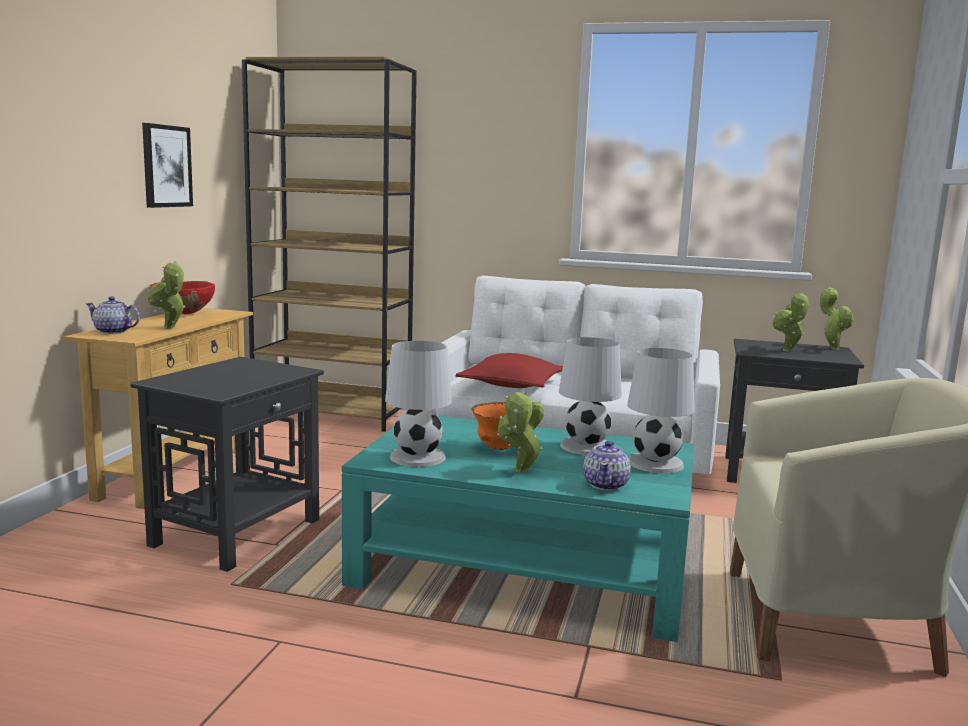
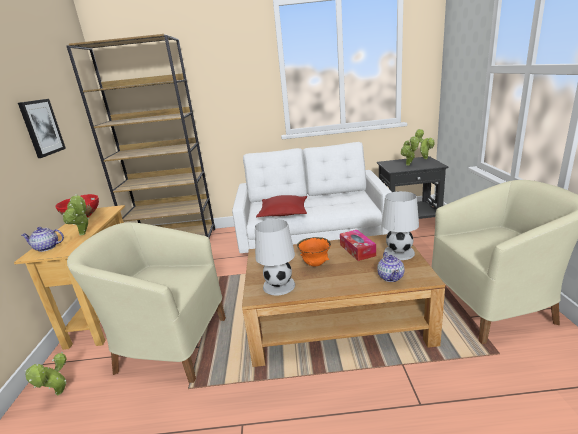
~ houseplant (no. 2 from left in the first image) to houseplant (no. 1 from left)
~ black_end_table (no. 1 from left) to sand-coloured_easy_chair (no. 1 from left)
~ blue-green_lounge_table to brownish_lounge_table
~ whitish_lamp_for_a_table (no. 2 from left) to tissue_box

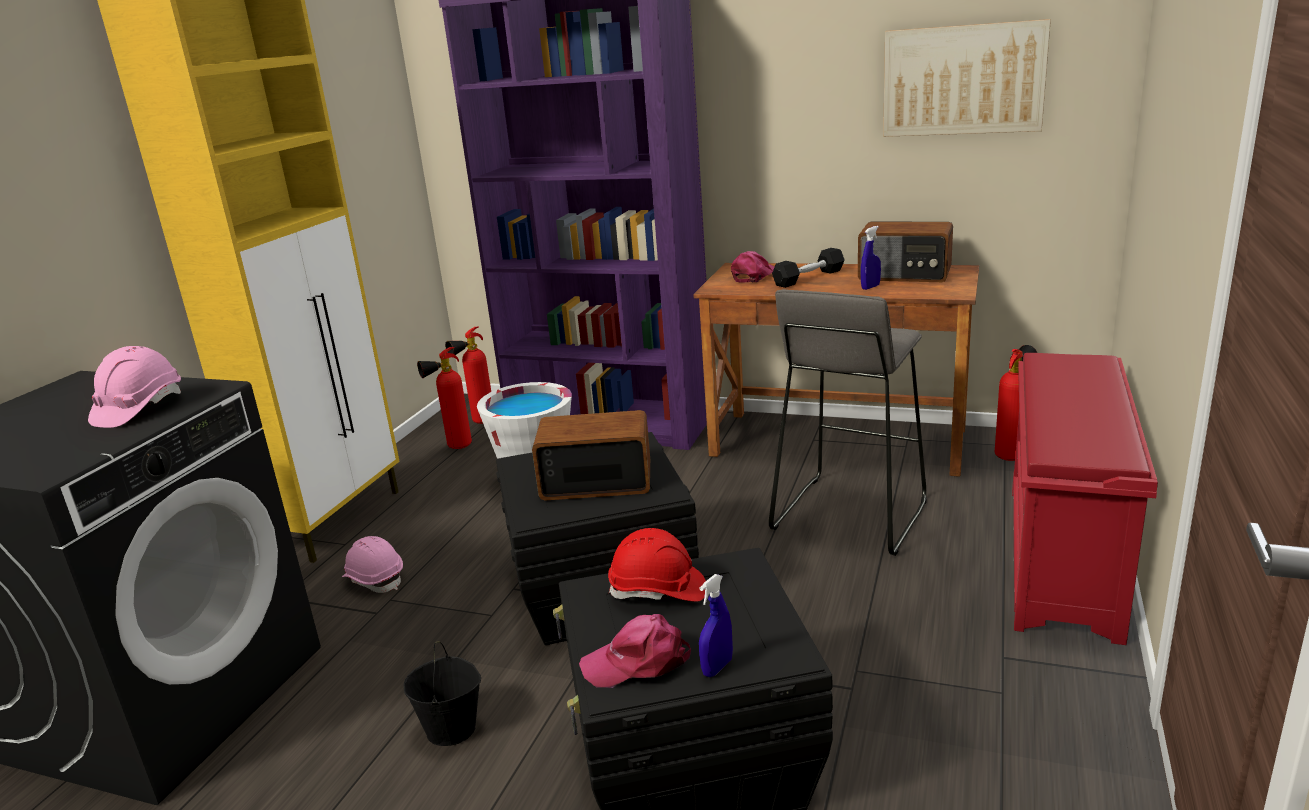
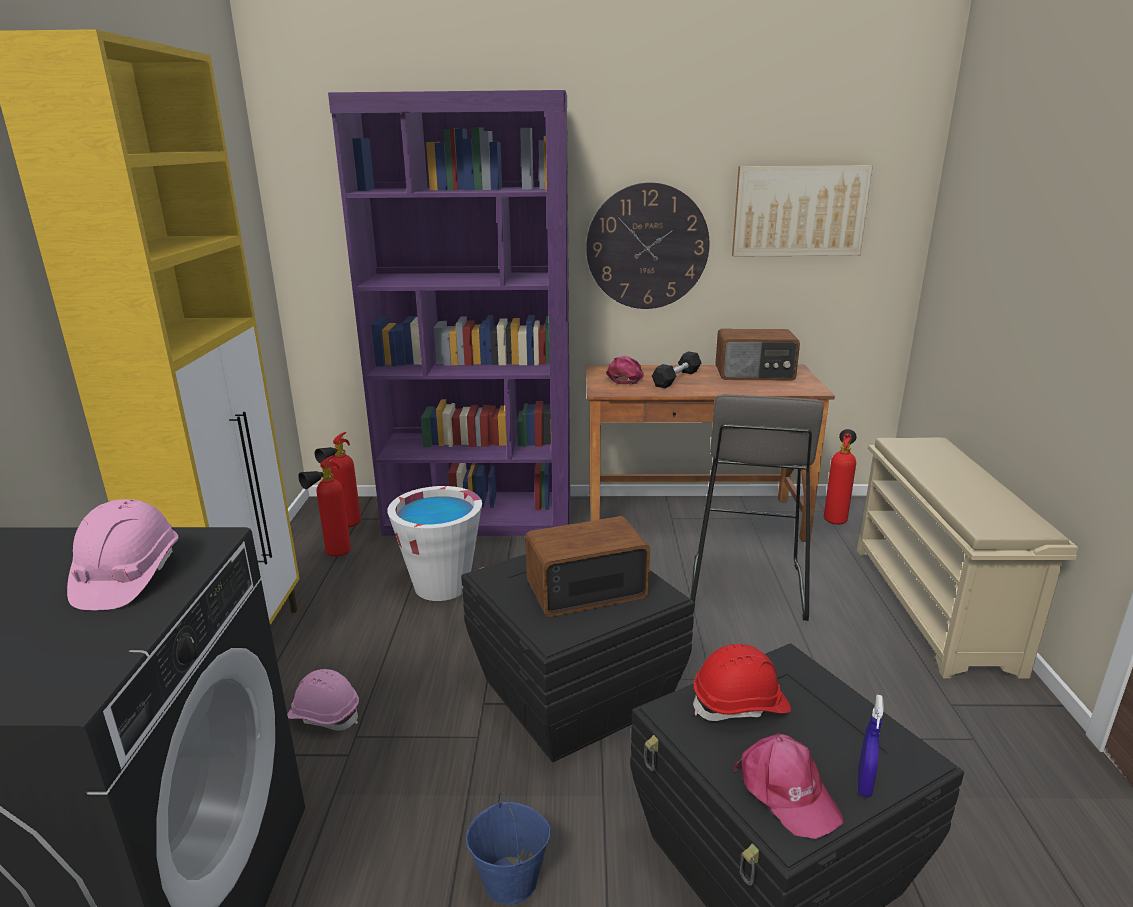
~ black_water_bucket to bluish_water_bucket
+ hanging_clock
~ pink-coloured_baseball_cap (no. 1 from left in the first image) 90 degrees counterclockwise
~ reddish_shoe_shelf to sand-coloured_shoe_shelf
- bluish_spray_bottle (no. 2 from left)

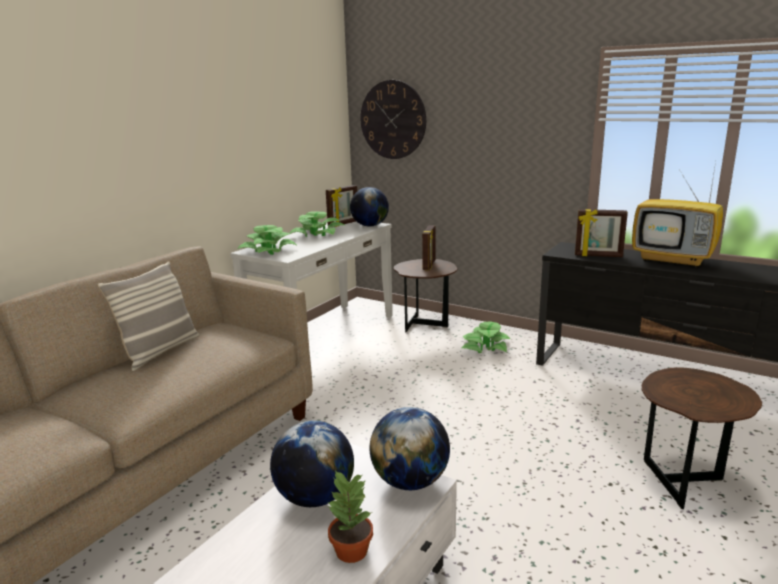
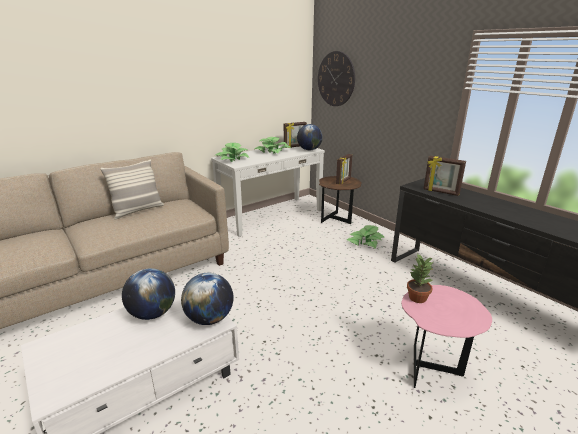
~ brownish_end_table (no. 2 from left) to pink-coloured_end_table
~ houseplant (no. 3 from left in the first image) to houseplant (no. 4 from left)
- TV

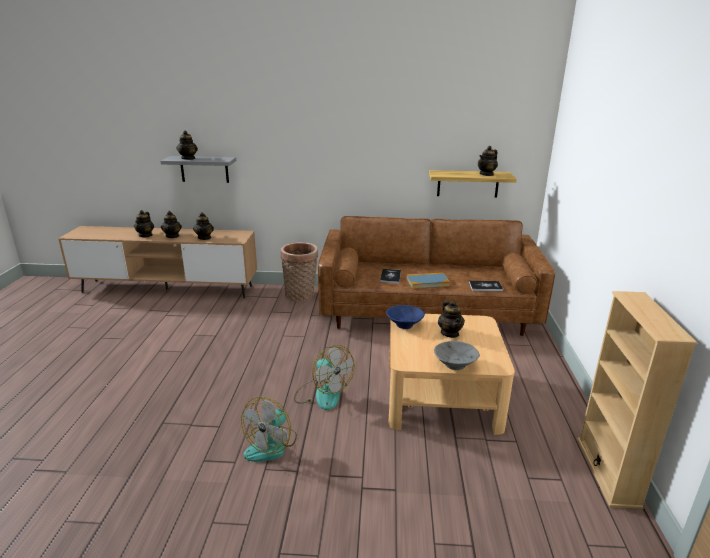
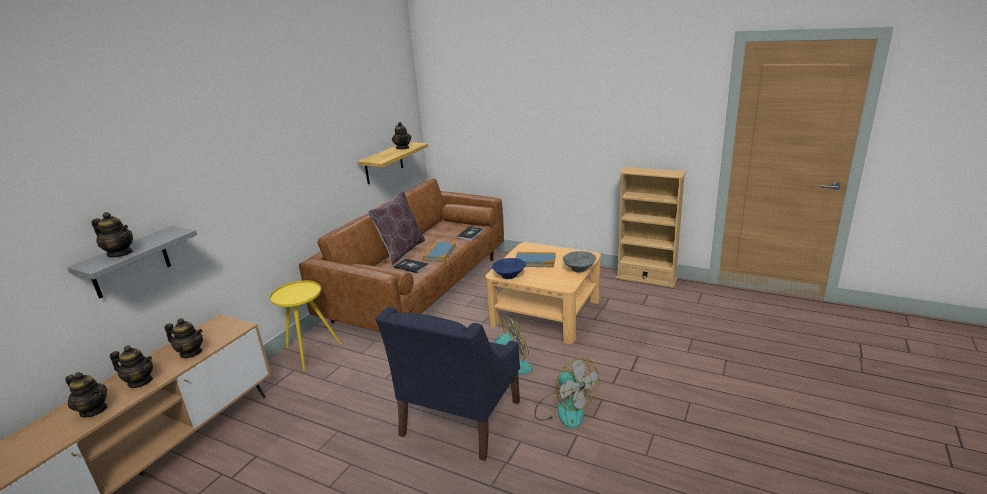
~ storage_basket to yellow-coloured_end_table
+ brownish_cushion
+ bluish_easy_chair
~ teapot (no. 5 from left) to book (no. 4 from left)

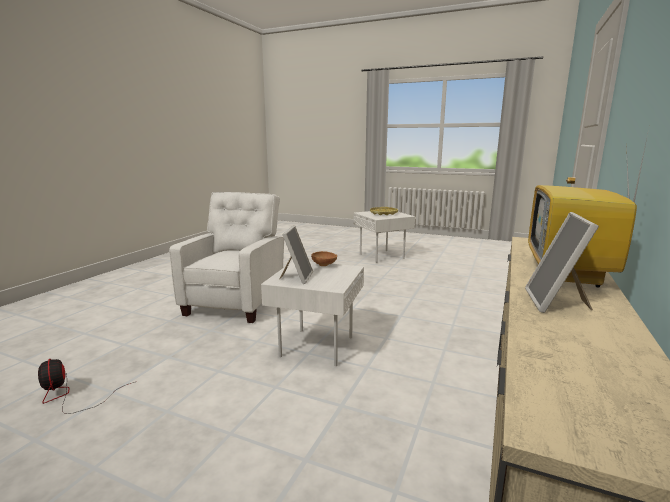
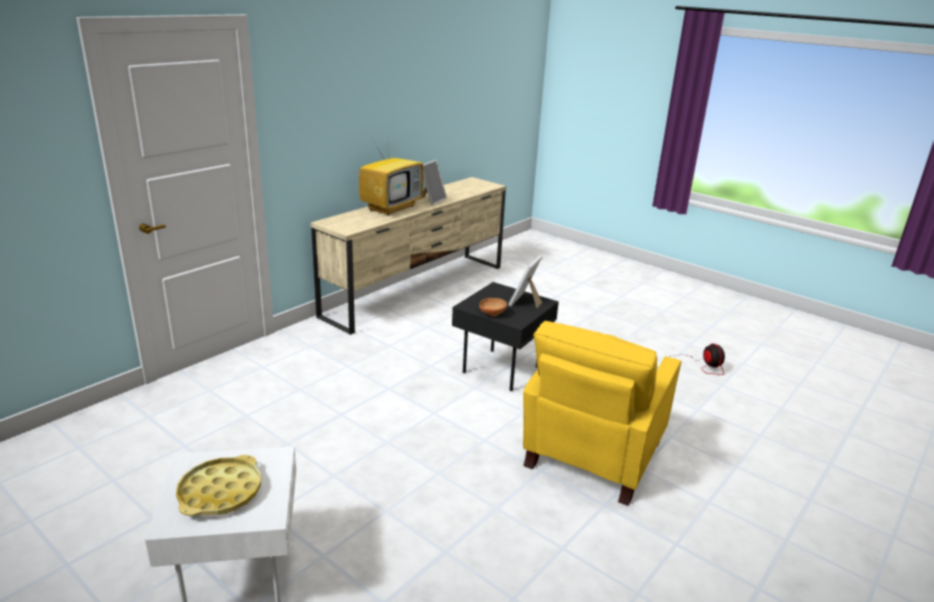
~ whitish_end_table (no. 1 from left) to black_end_table
~ whitish_easy_chair to yellow-coloured_easy_chair

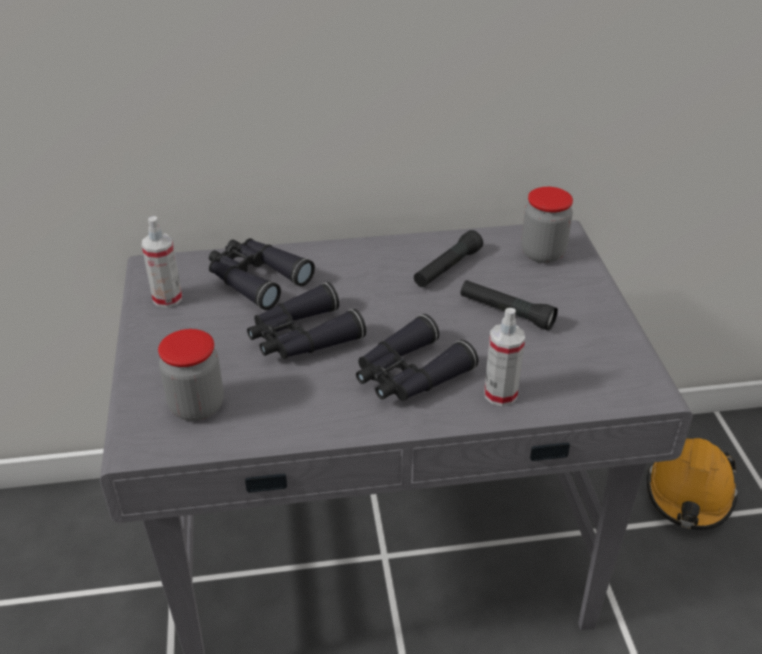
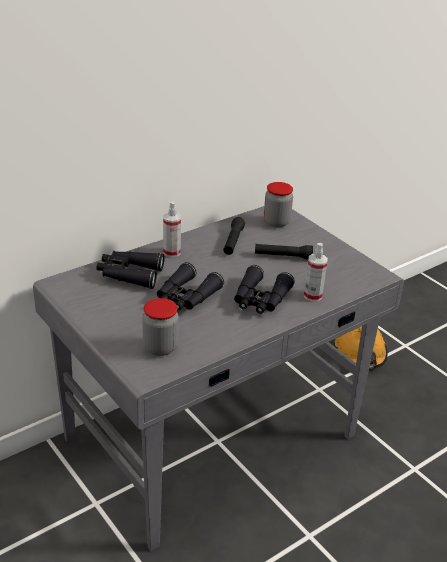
~ spray_bottle (no. 1 from left)

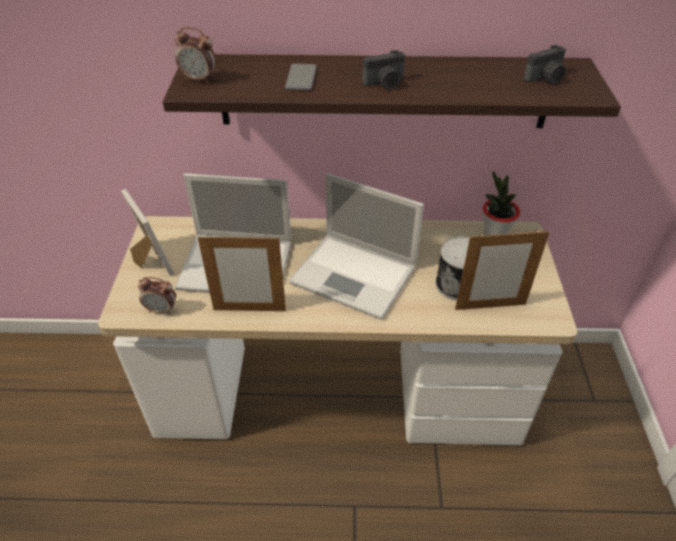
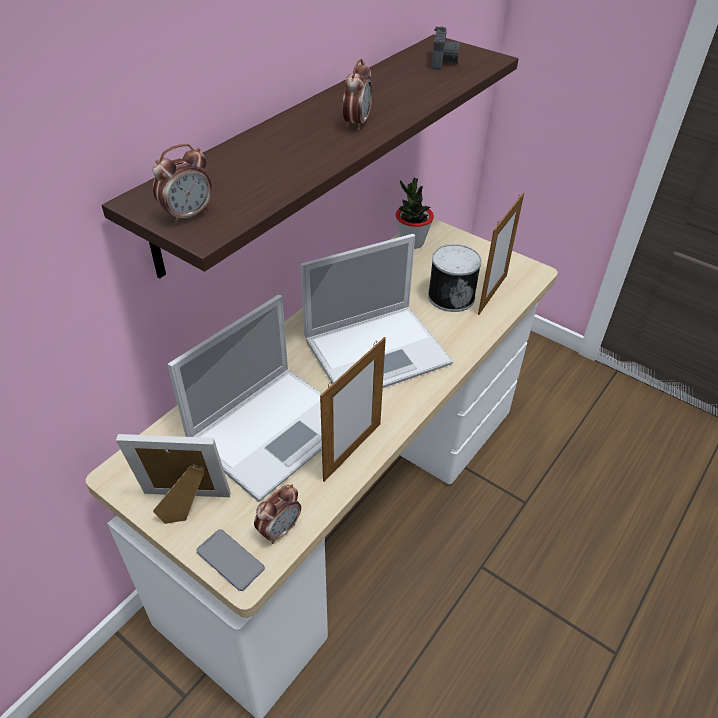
~ telephone
~ photo_camera (no. 1 from left) to table_clock (no. 3 from left)

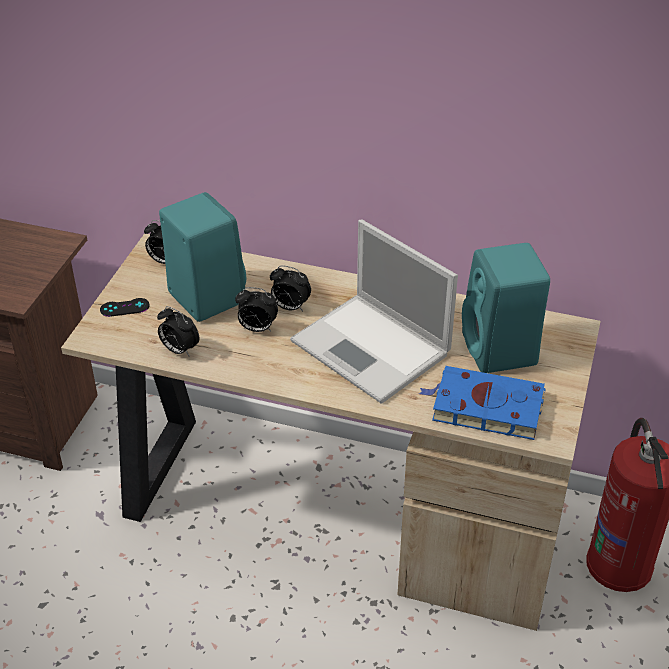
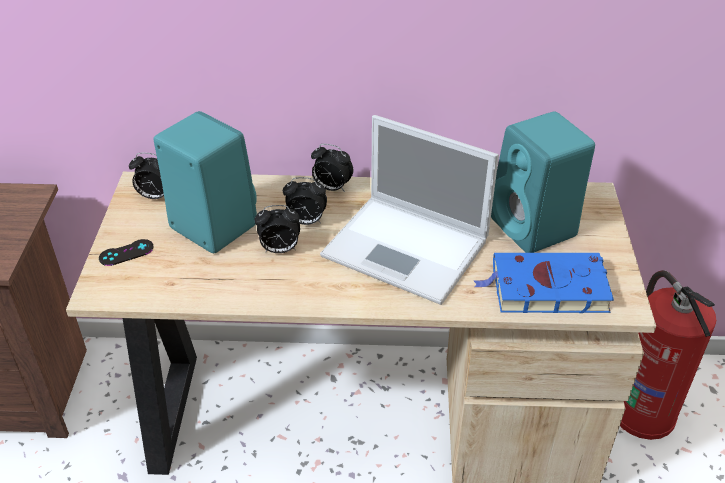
~ table_clock (no. 2 from left in the first image) to table_clock (no. 4 from left)

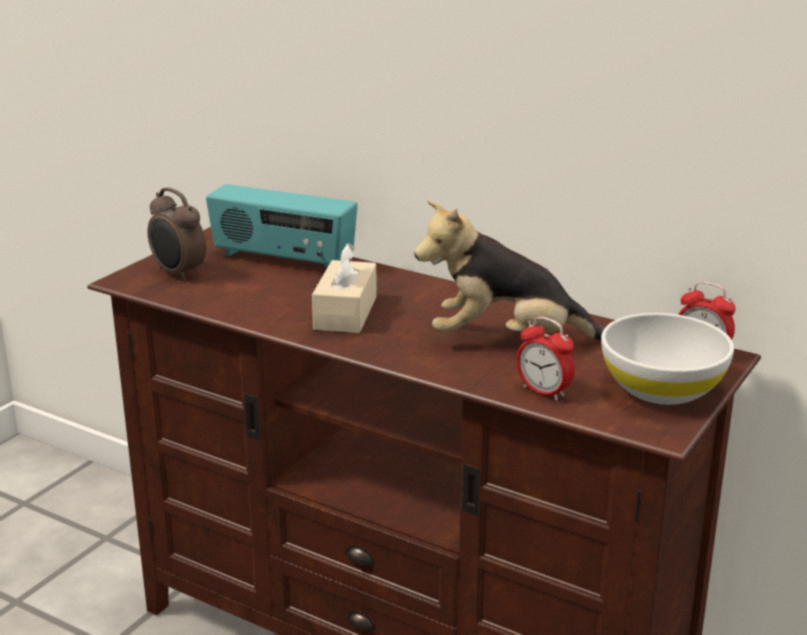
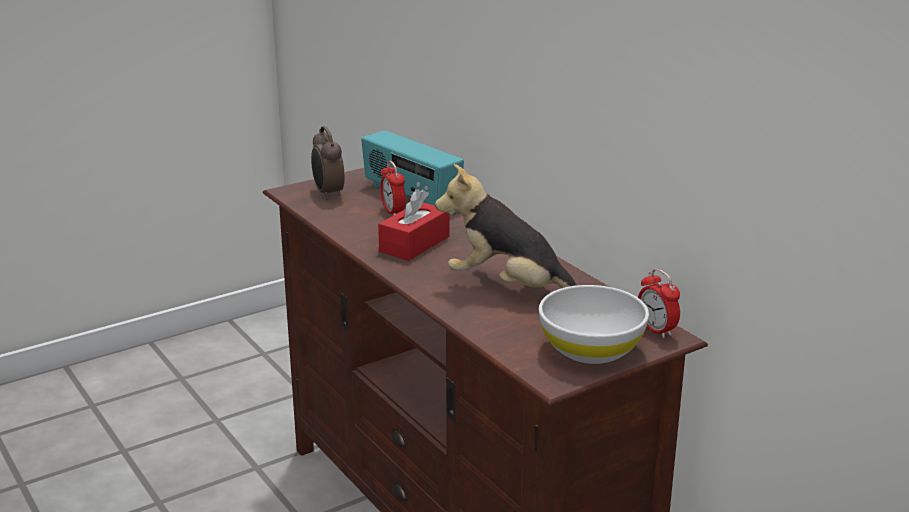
~ sand-coloured_tissue_box to reddish_tissue_box
~ table_clock (no. 2 from left)

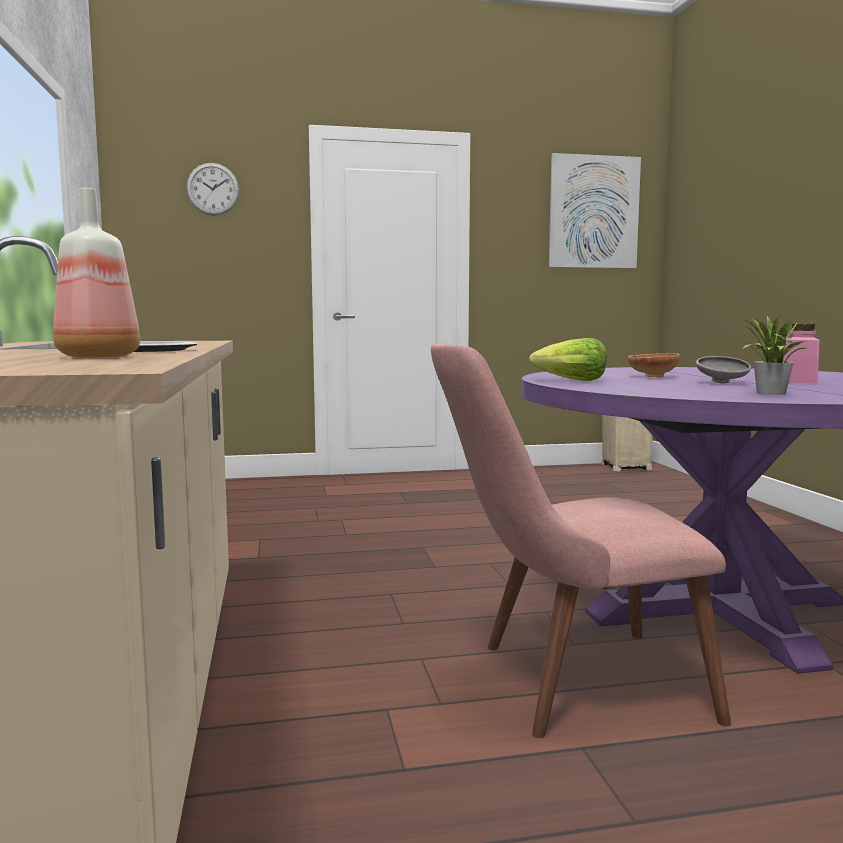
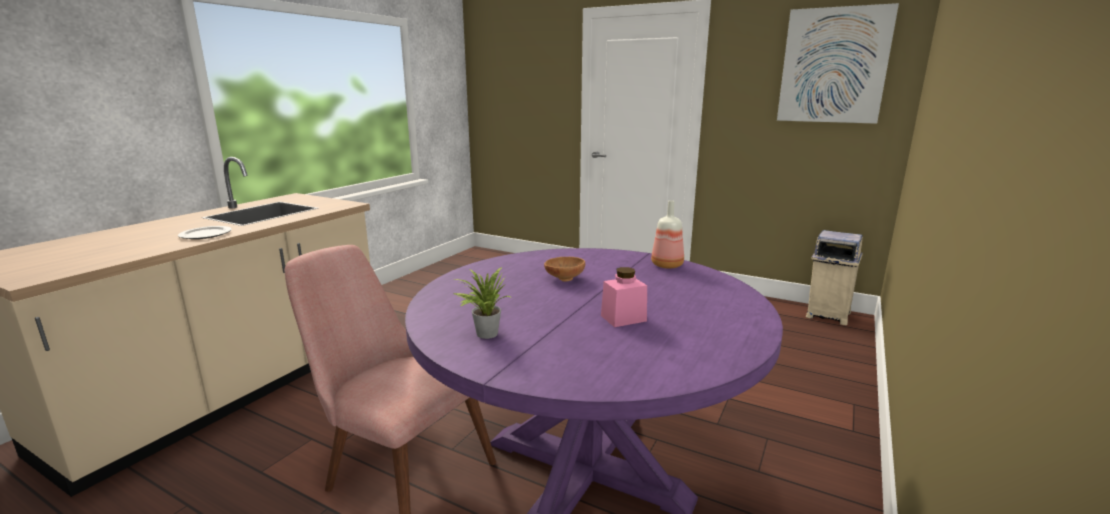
~ bottle
- hanging_clock
- lettuce
- gray_bowl

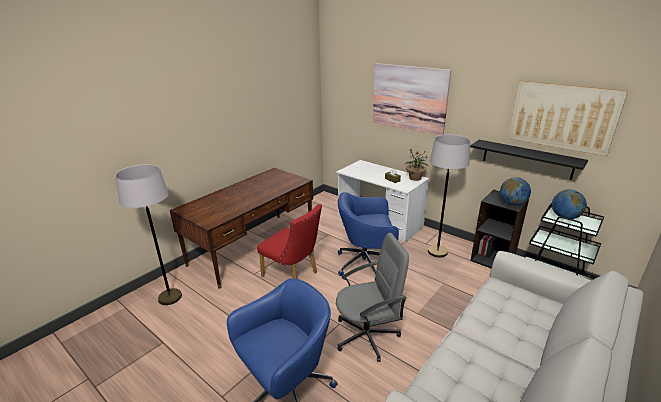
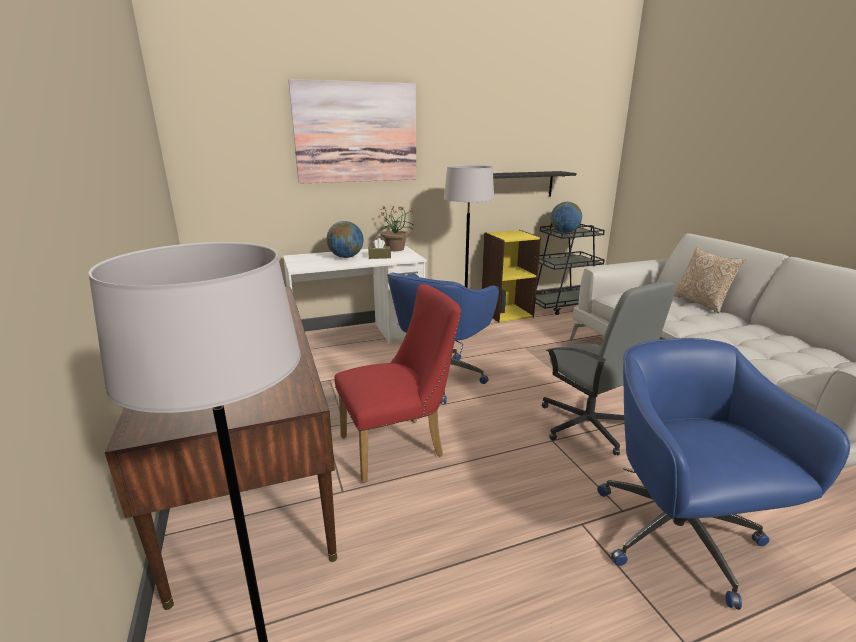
~ world_globe (no. 1 from left)
~ black_bookcase to yellow-coloured_bookcase
~ gray_desk_chair 135 degrees clockwise
+ cushion
- wall_art (no. 2 from left)

